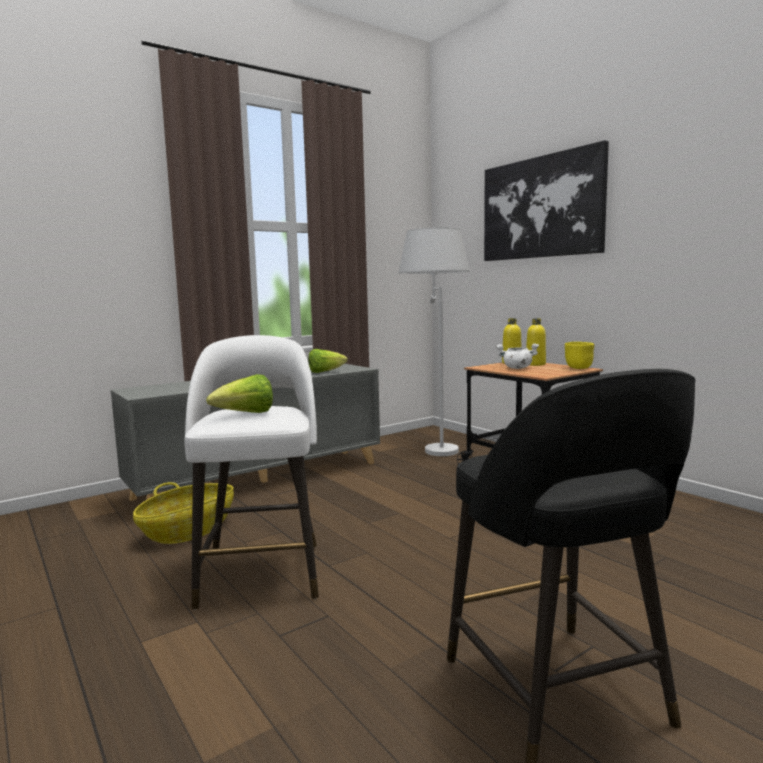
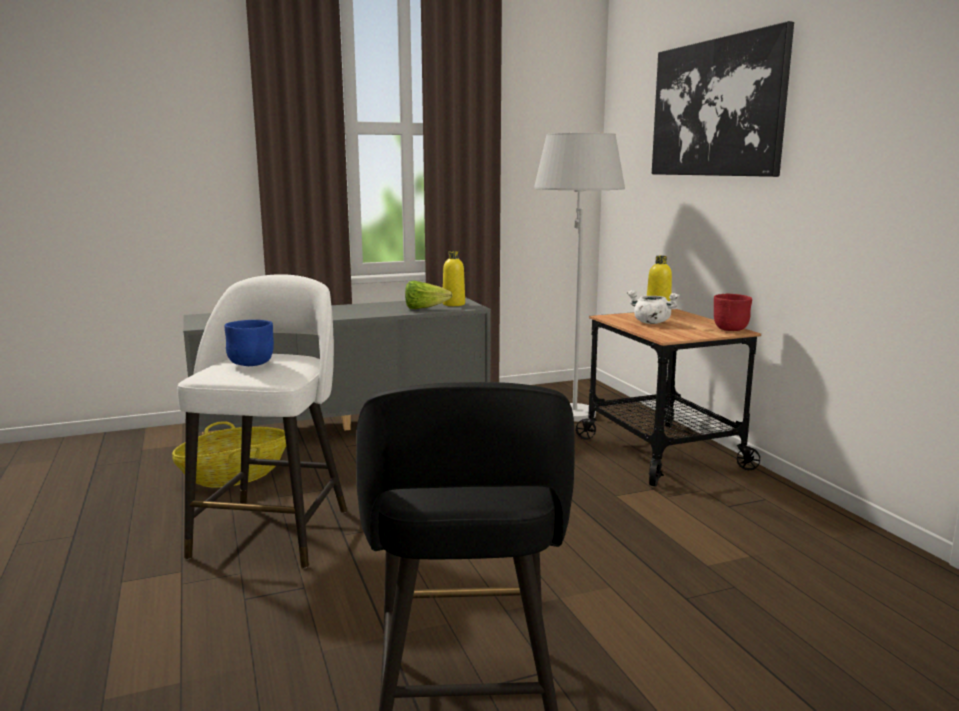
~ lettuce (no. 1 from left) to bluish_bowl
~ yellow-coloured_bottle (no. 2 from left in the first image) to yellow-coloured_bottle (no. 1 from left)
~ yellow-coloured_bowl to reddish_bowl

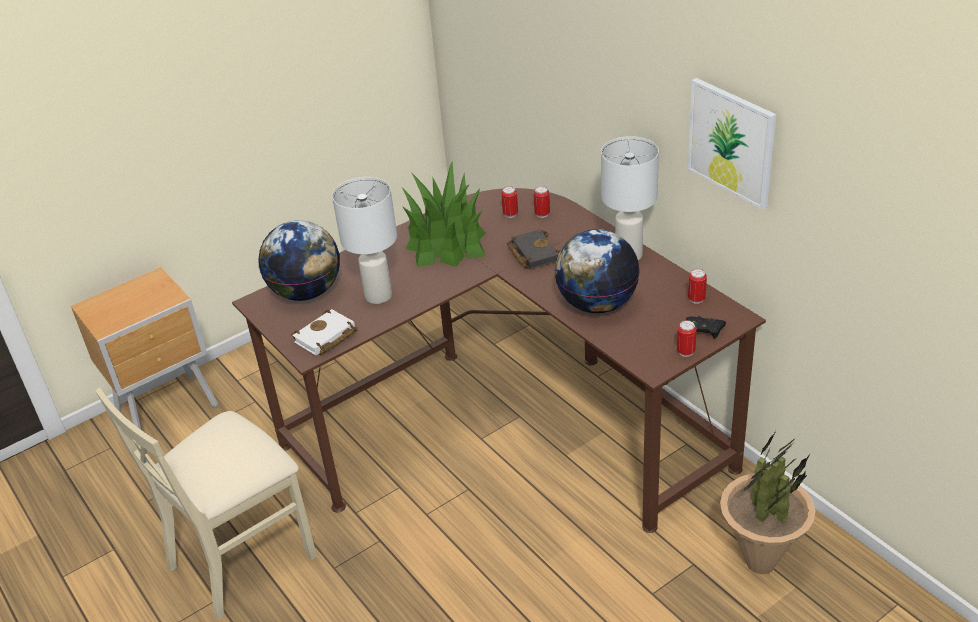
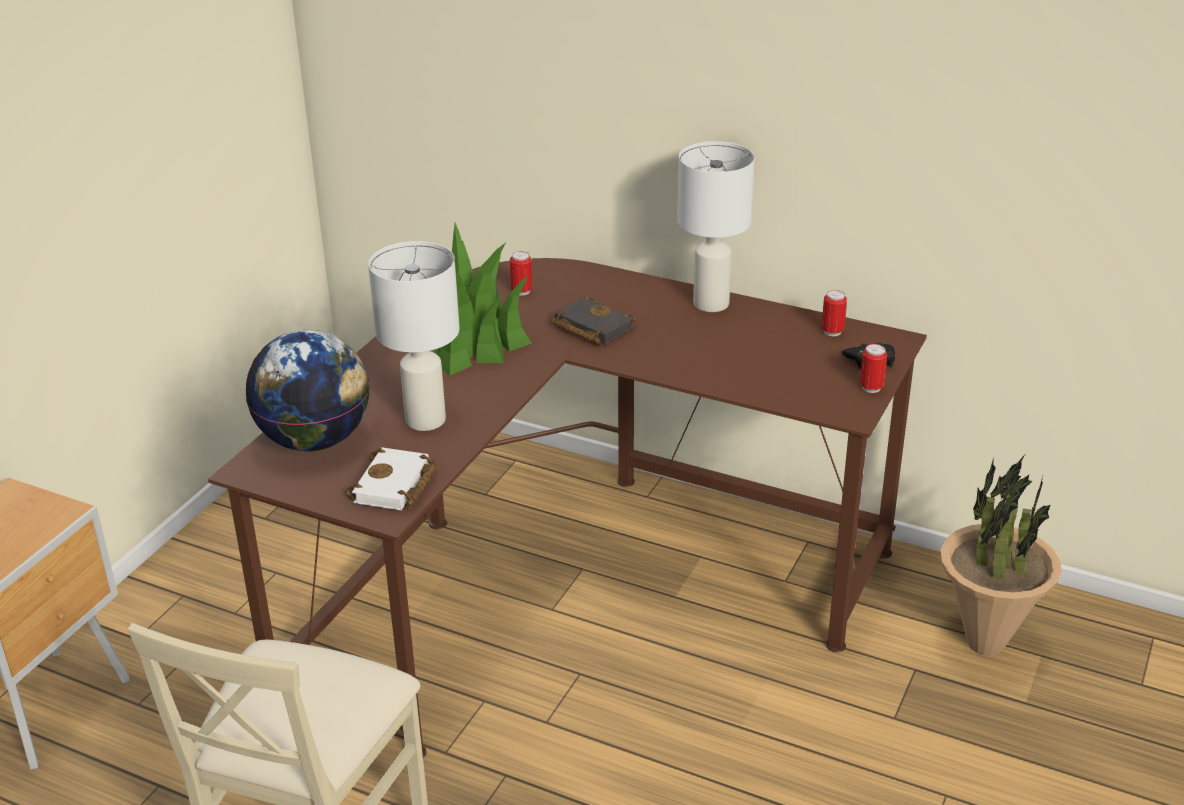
- sealed_can (no. 2 from left)
- world_globe (no. 2 from left)
- wall_art

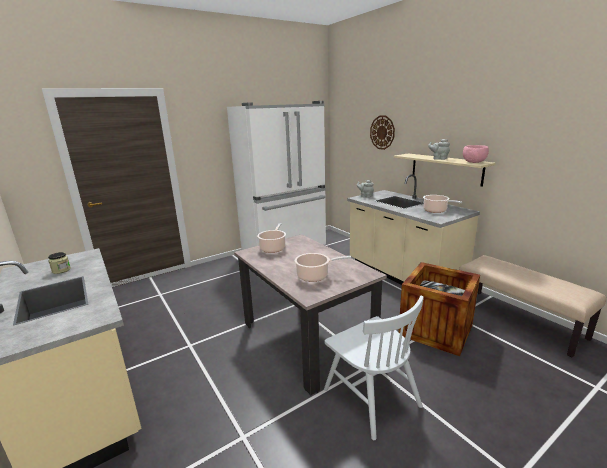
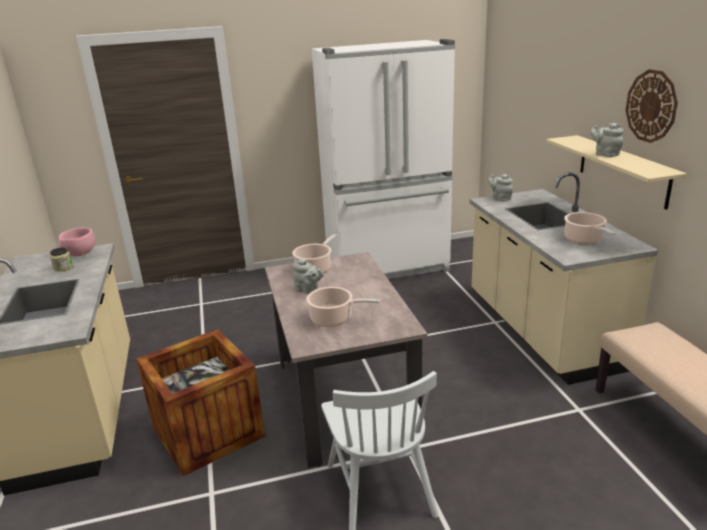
~ pink-coloured_bowl
~ shipping_crate
+ gray_teapot (no. 1 from left)
~ hanging_clock

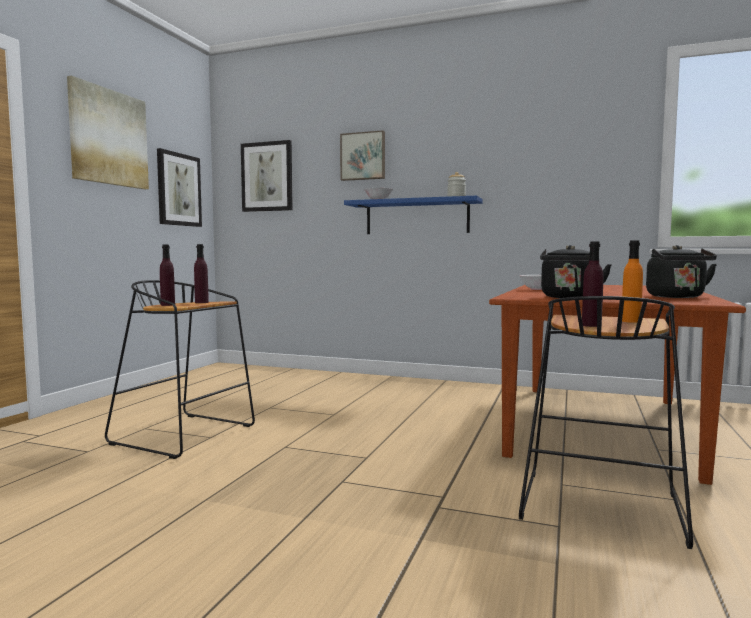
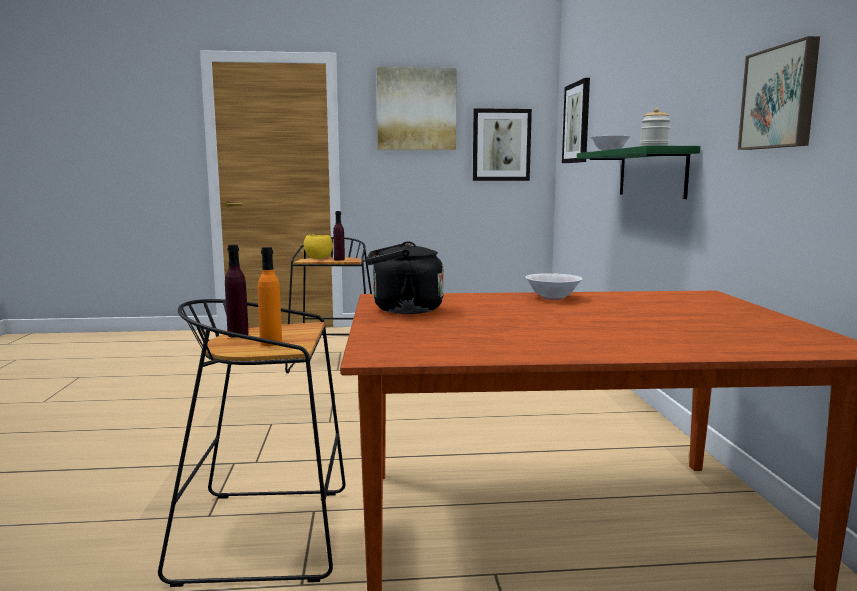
~ purple_bottle (no. 1 from left) to yellow-coloured_bowl
~ bluish_shelf to green_shelf
~ wall_art (no. 4 from left)
- black_kettle (no. 2 from left)

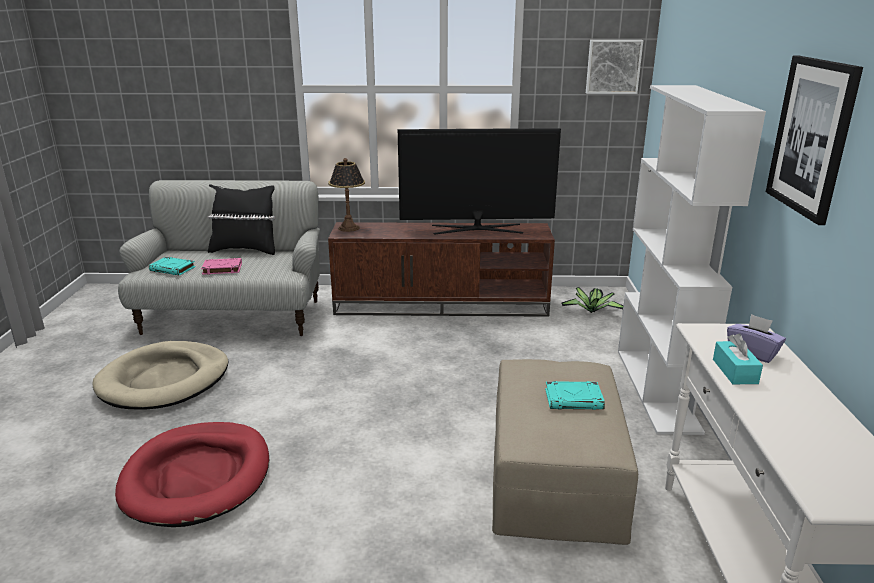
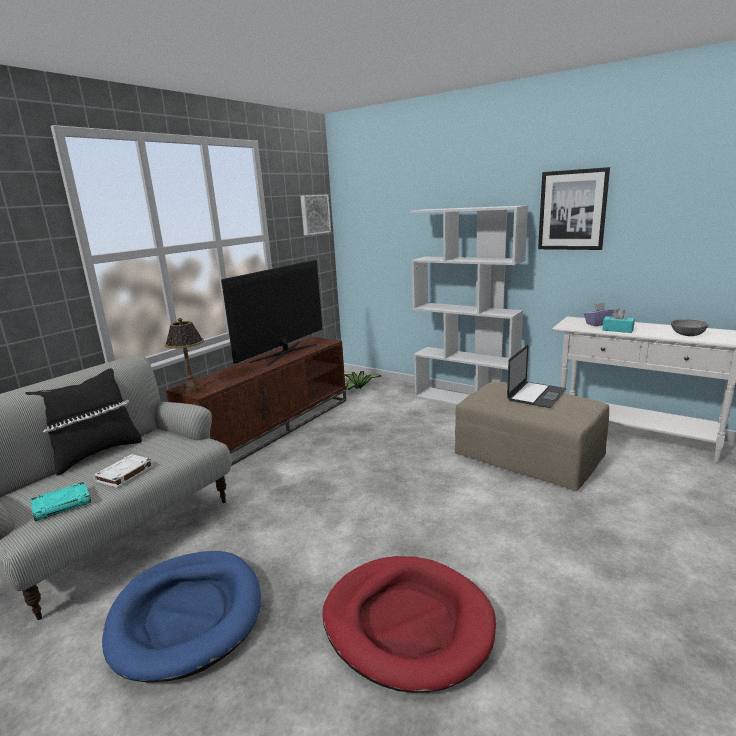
~ pink-coloured_book to whitish_book
~ sand-coloured_dog_cushion to bluish_dog_cushion
~ blue-green_book (no. 2 from left) to notebook_computer
+ gray_bowl

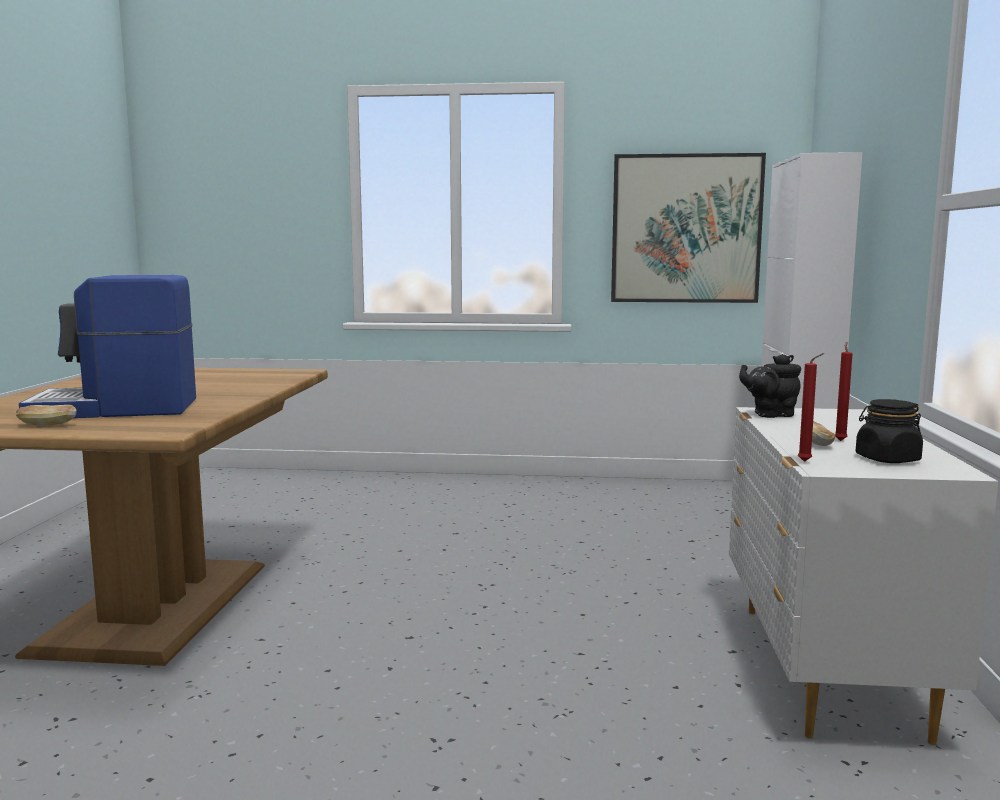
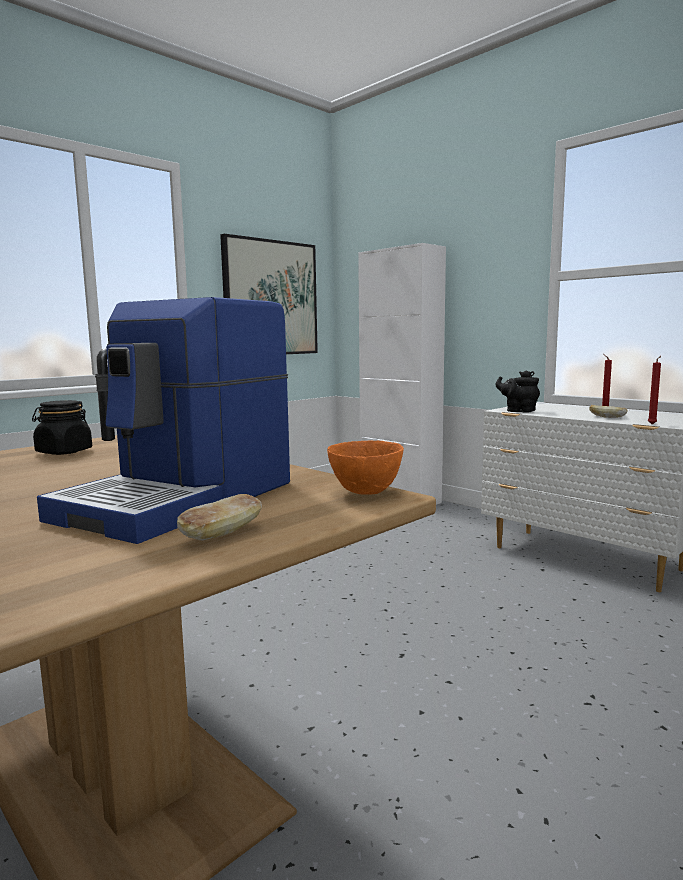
~ black_jar
+ orange-coloured_bowl
~ black_teapot 90 degrees clockwise

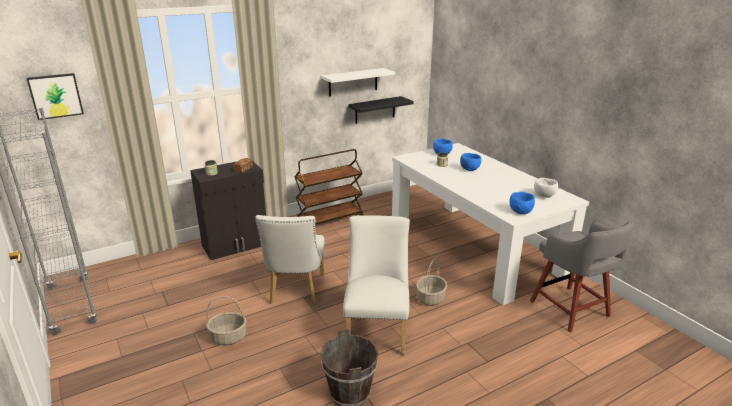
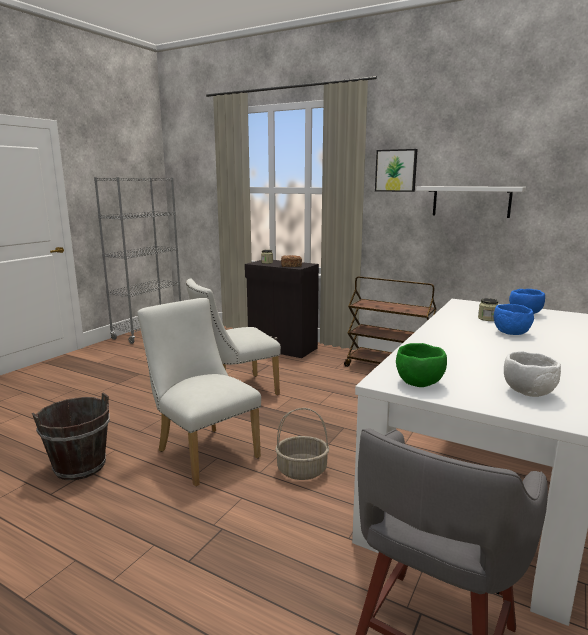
~ whitish_plain_chair (no. 2 from left in the first image) 105 degrees counterclockwise
~ wall_art
~ bluish_bowl (no. 3 from left) to green_bowl
- storage_basket (no. 1 from left)
- black_shelf

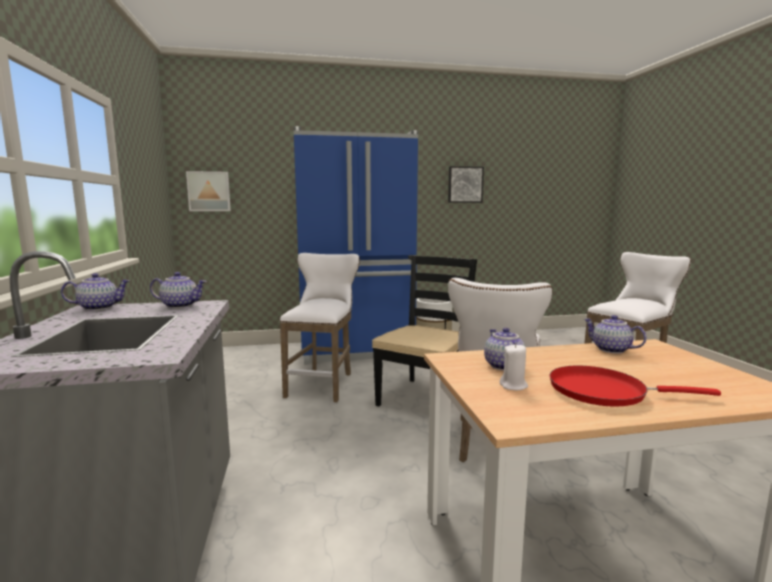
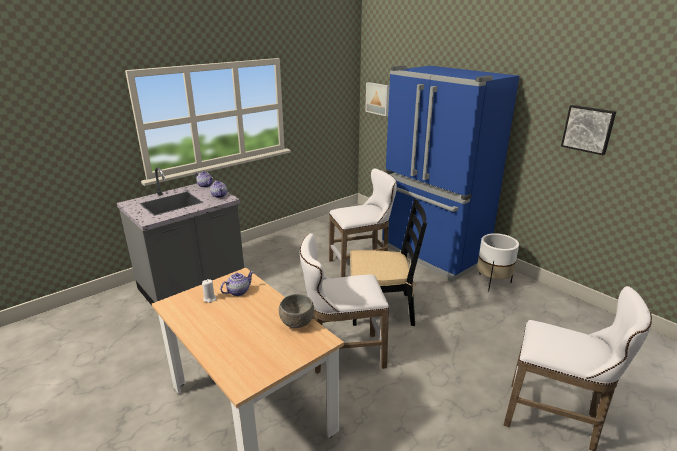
~ teapot (no. 4 from left) to gray_bowl
- reddish_skillet

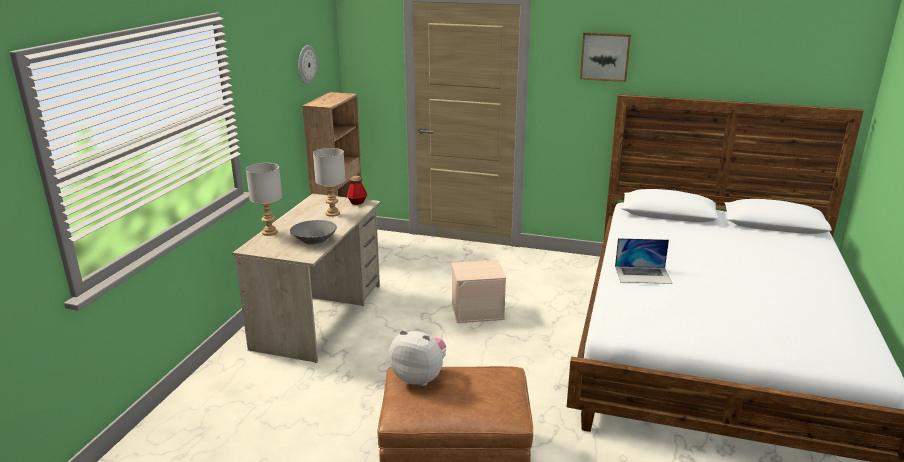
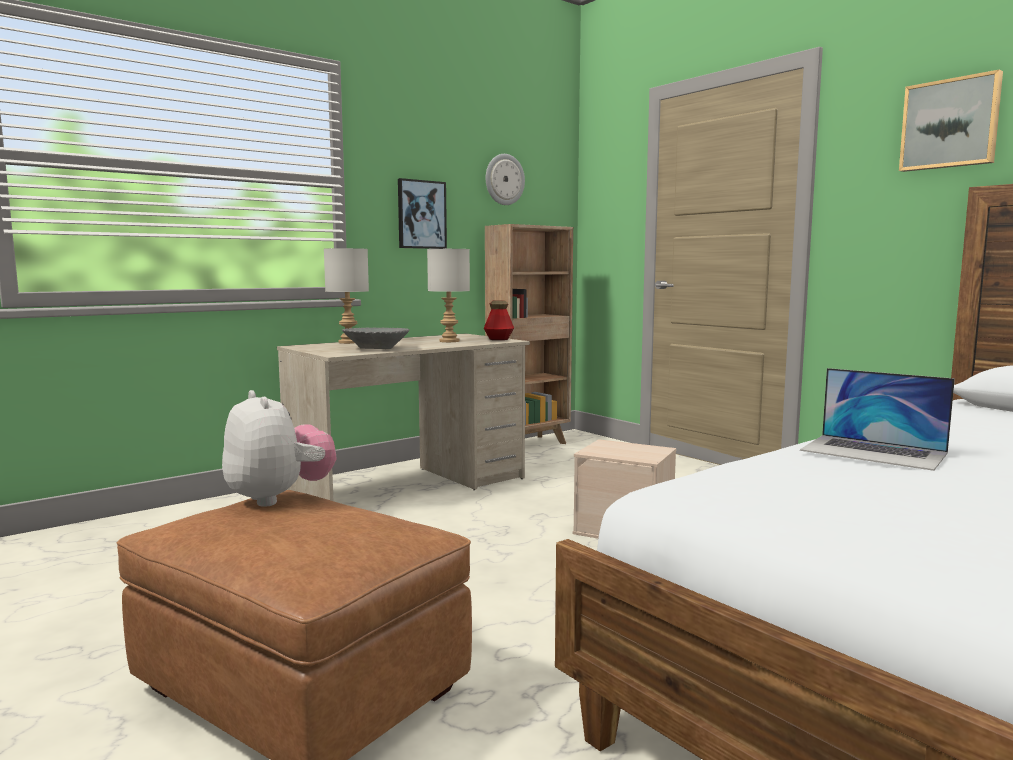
+ wall_art (no. 1 from left)

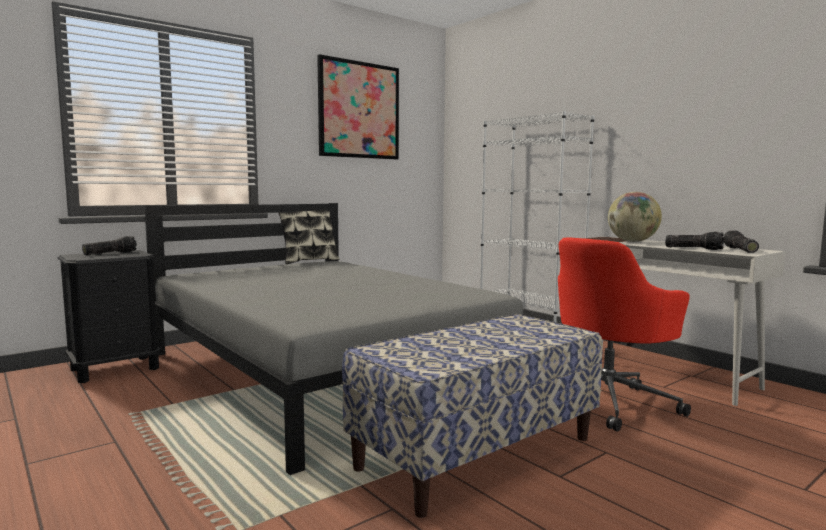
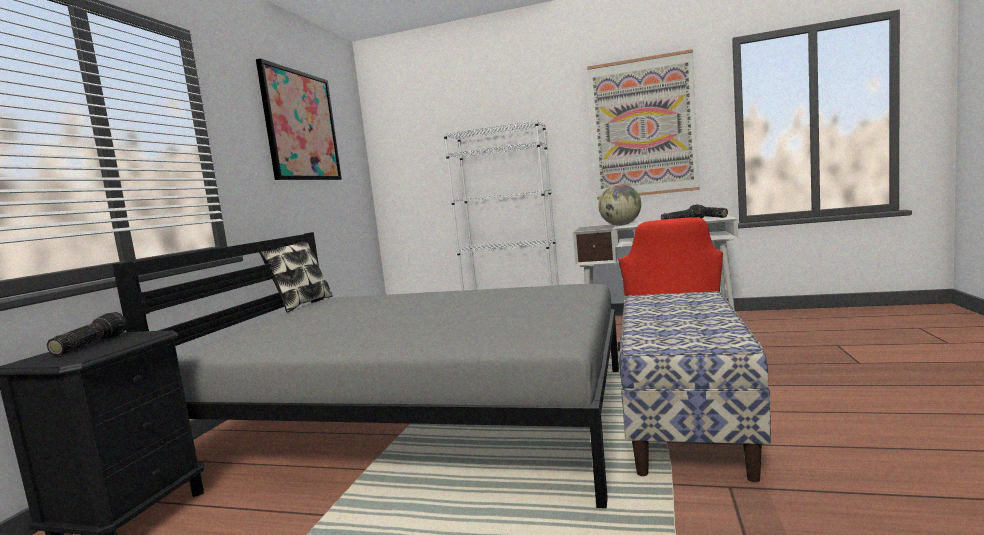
+ wall_art (no. 2 from left)

